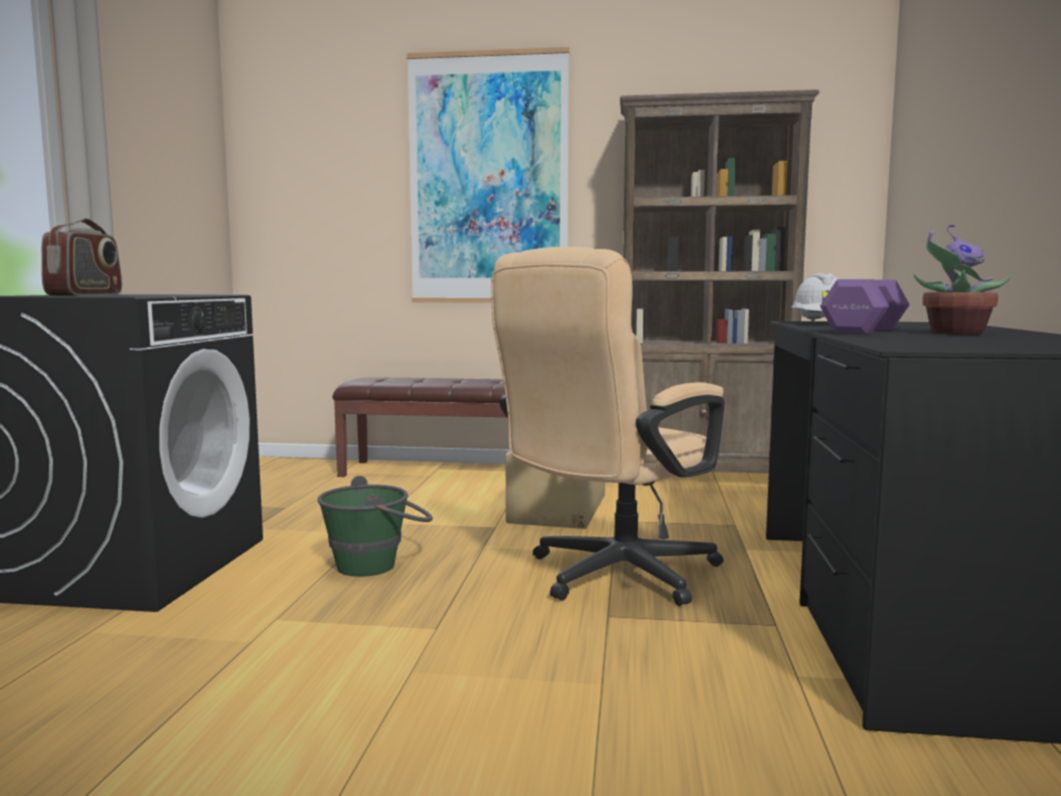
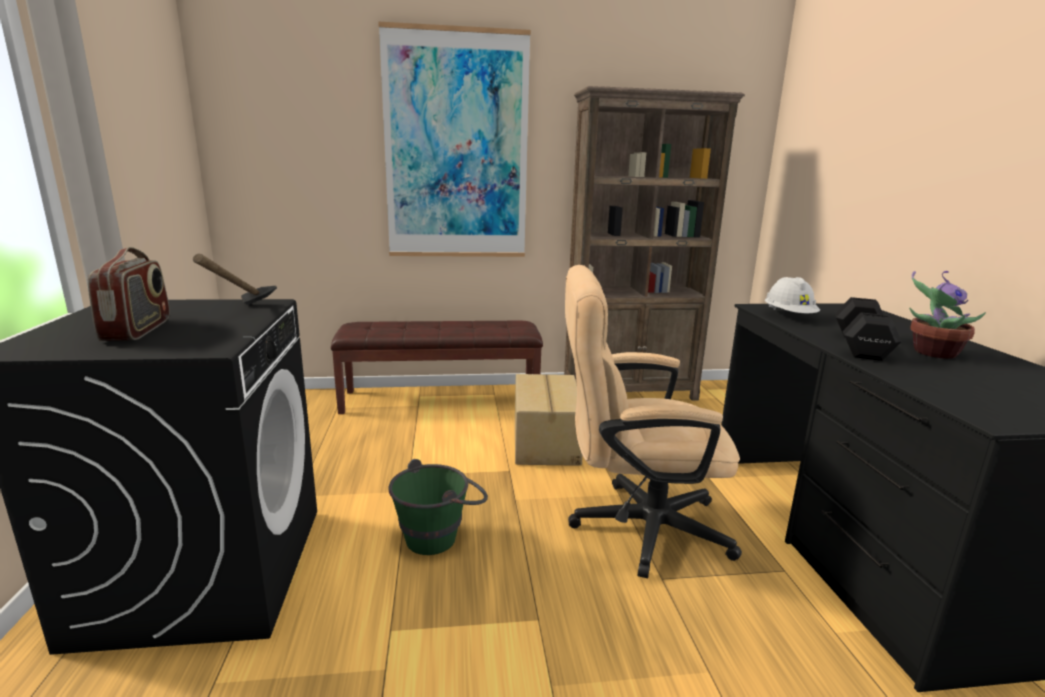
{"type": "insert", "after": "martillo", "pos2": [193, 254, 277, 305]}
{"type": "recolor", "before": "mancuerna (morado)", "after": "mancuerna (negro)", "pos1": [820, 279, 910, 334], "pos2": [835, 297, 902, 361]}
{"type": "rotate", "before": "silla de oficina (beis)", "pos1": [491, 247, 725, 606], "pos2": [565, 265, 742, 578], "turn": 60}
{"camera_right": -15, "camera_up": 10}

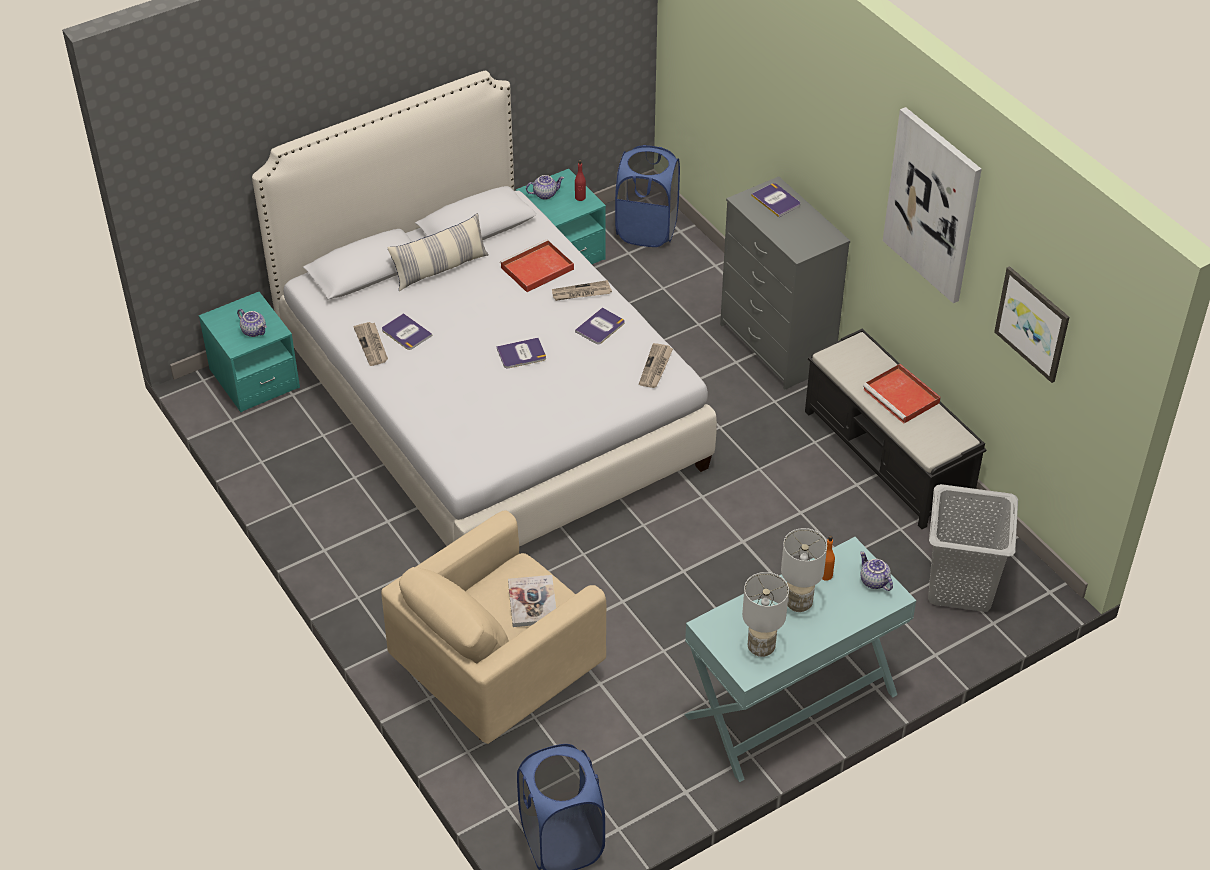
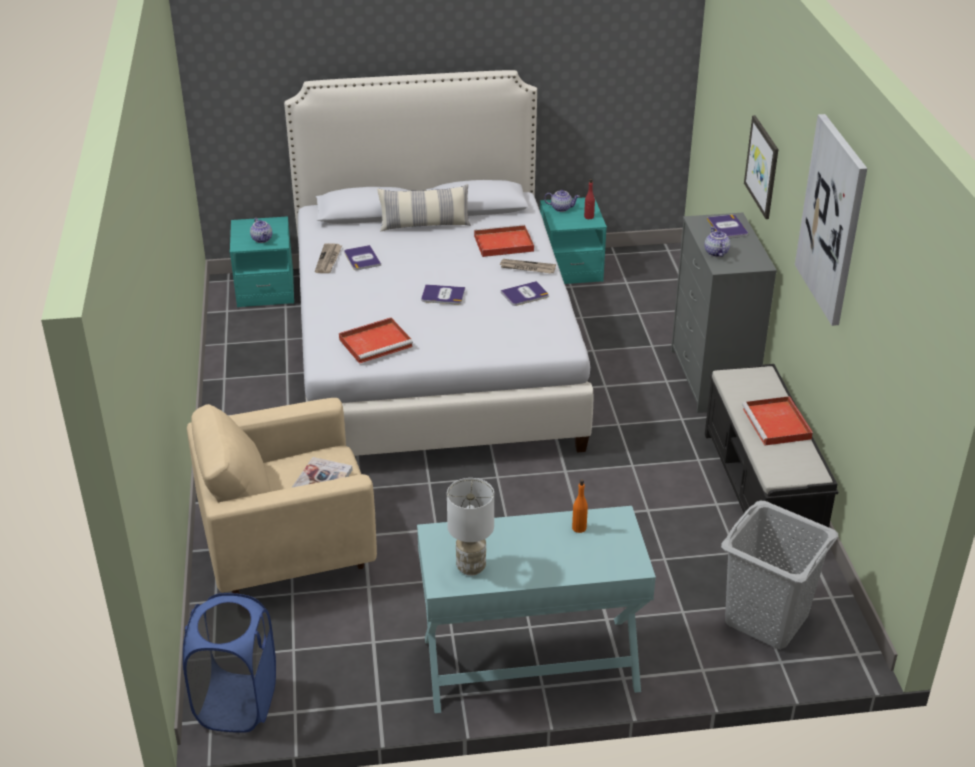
{"type": "delete", "before": "cesto de la ropa (azul)", "pos1": [615, 145, 680, 247]}
{"type": "delete", "before": "periódico", "pos1": [639, 343, 673, 388]}
{"type": "delete", "before": "lámpara de mesa (blanco)", "pos1": [781, 528, 827, 612]}
{"type": "insert", "after": "bandeja (rojo)", "pos2": [339, 317, 413, 364]}
{"type": "move", "before": "tetera", "pos1": [860, 551, 893, 591], "pos2": [704, 227, 730, 257]}
{"type": "move", "before": "cuadro", "pos1": [994, 266, 1069, 383], "pos2": [744, 115, 779, 219]}
{"camera_right": 25, "camera_up": -10}

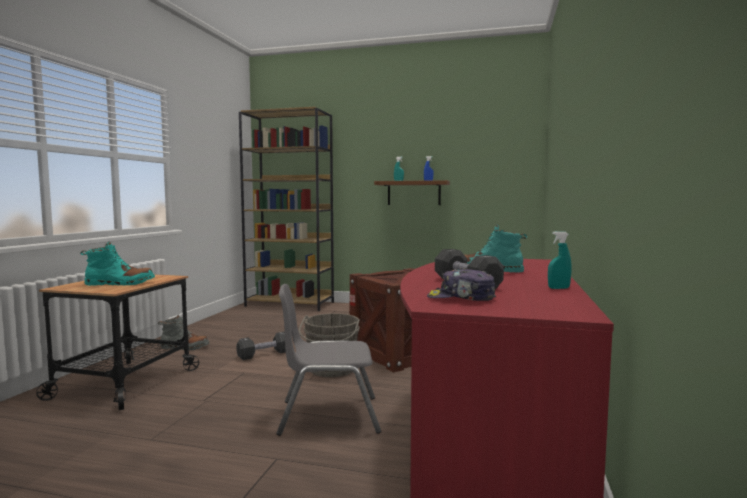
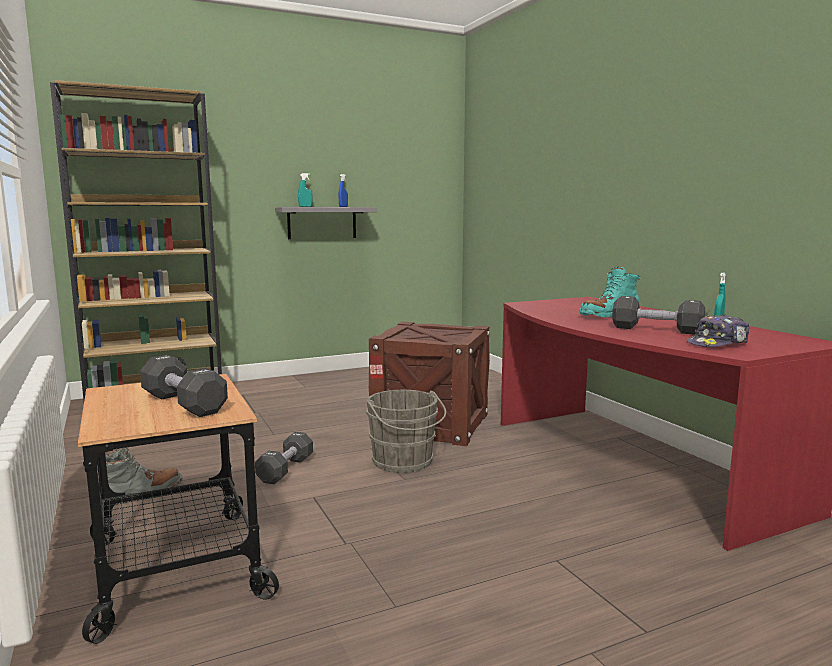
{"type": "delete", "before": "silla (gris)", "pos1": [276, 284, 381, 436]}
{"type": "replace", "before": "bota (turquesa)", "after": "mancuerna (negro)", "pos1": [80, 241, 155, 286], "pos2": [140, 355, 228, 417]}
{"type": "recolor", "before": "estante (marrón)", "after": "estante (gris)", "pos1": [374, 180, 450, 205], "pos2": [275, 207, 377, 239]}
{"camera_right": -40, "camera_up": 5}

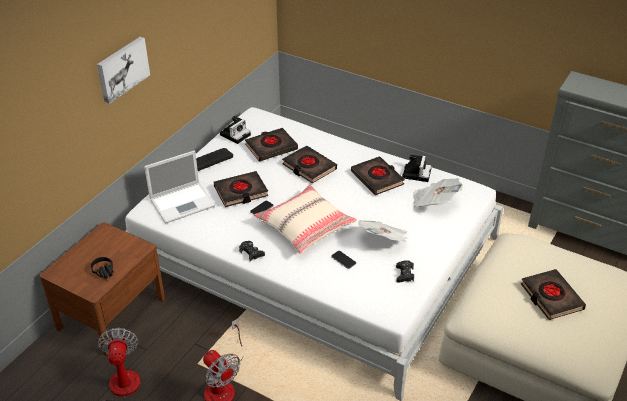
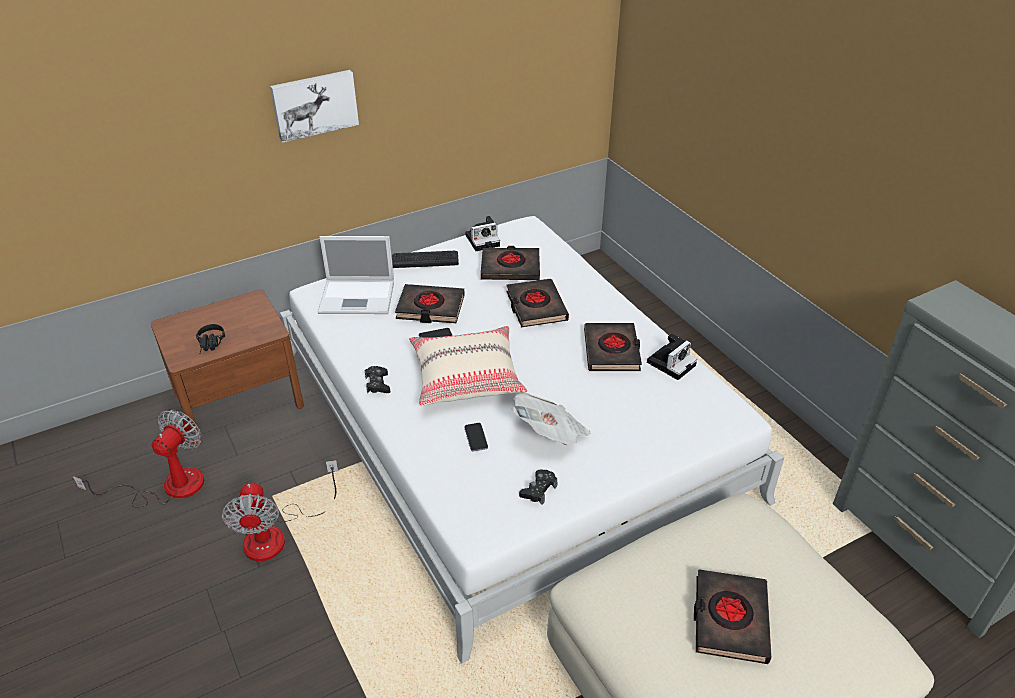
{"type": "delete", "before": "periódico", "pos1": [413, 178, 463, 207]}
{"camera_right": 30, "camera_up": 0}

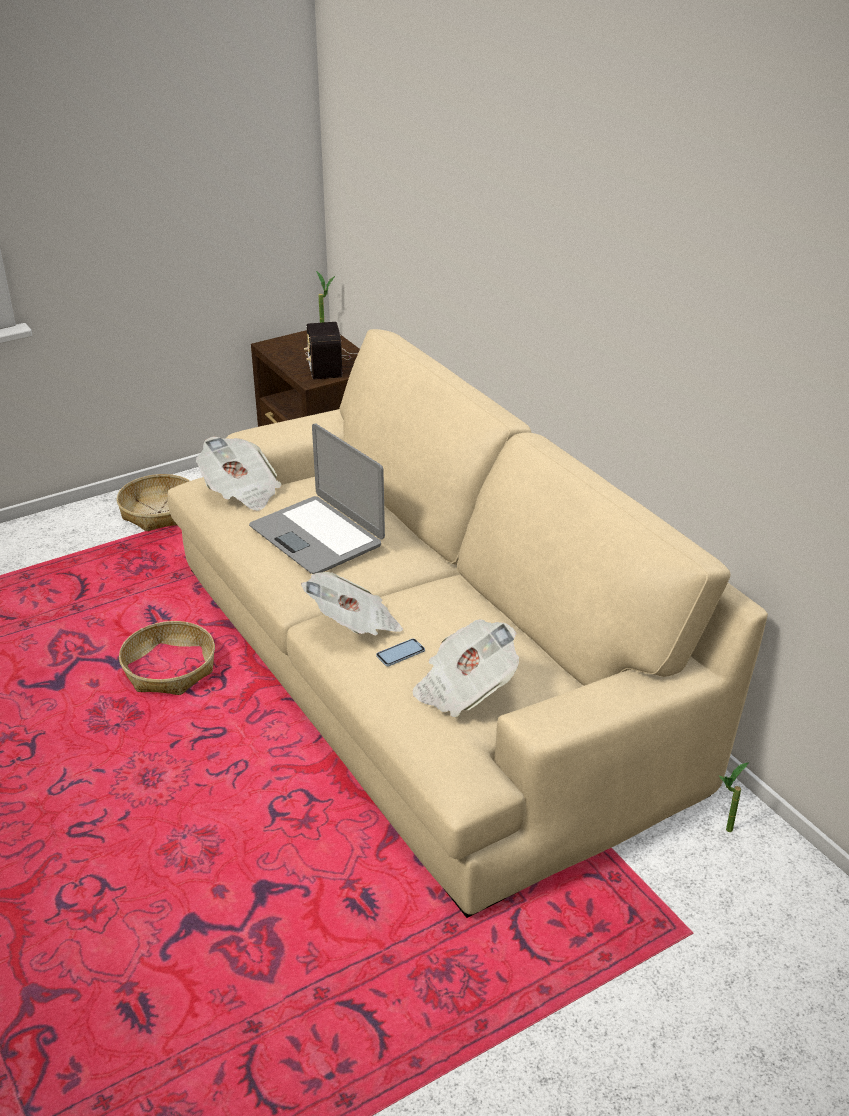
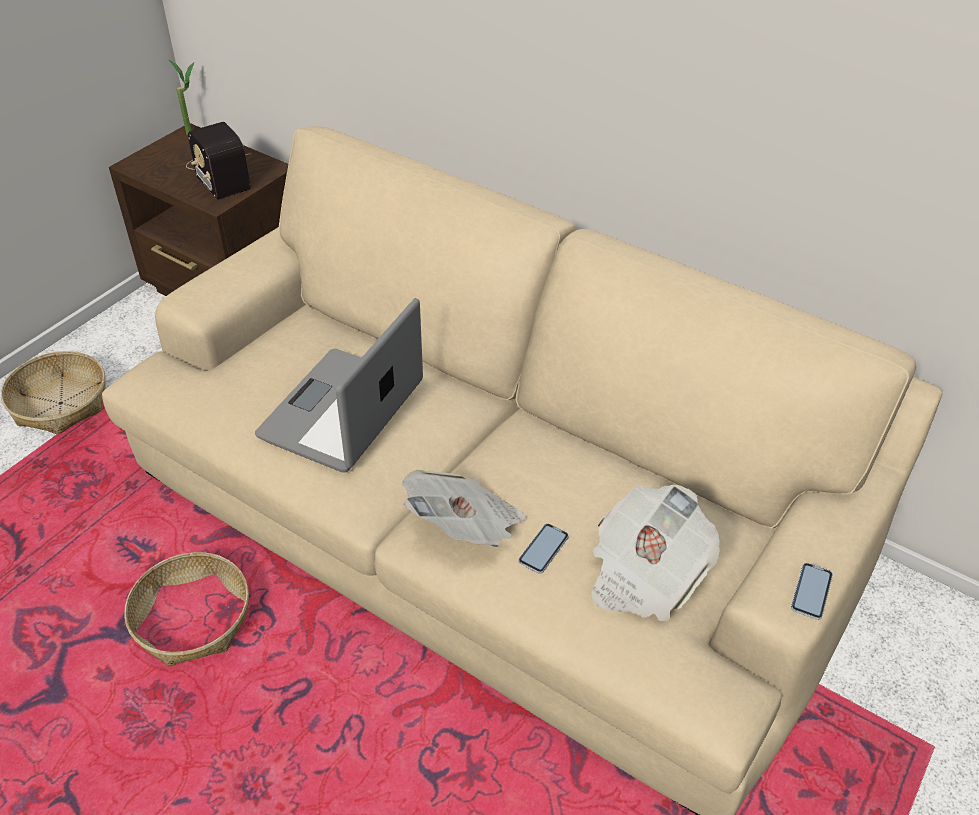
{"type": "delete", "before": "periódico", "pos1": [196, 436, 282, 511]}
{"type": "delete", "before": "planta en maceta", "pos1": [718, 762, 749, 832]}
{"type": "insert", "after": "móvil", "pos2": [791, 563, 833, 620]}
{"type": "rotate", "before": "portátil", "pos1": [249, 423, 385, 574], "pos2": [255, 298, 423, 473], "turn": 90}
{"camera_right": -25, "camera_up": 10}

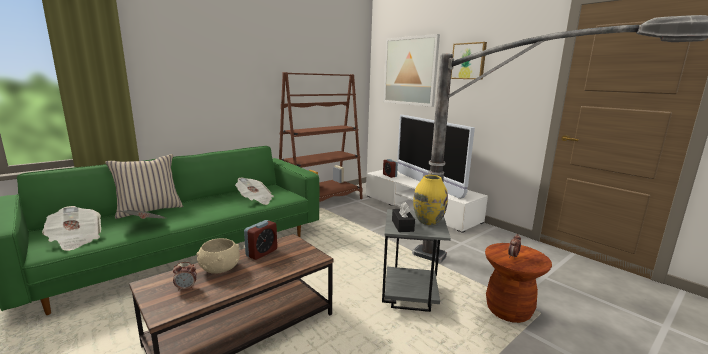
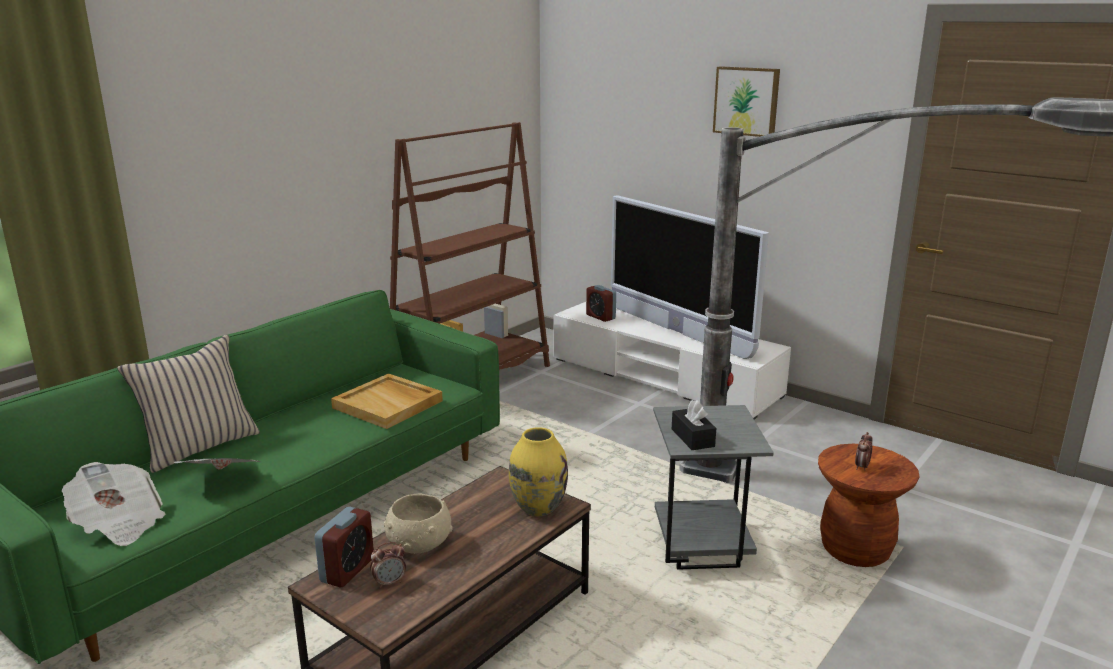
{"type": "delete", "before": "cuadro", "pos1": [383, 34, 440, 107]}
{"type": "move", "before": "despertador", "pos1": [244, 220, 277, 260], "pos2": [314, 507, 374, 588]}
{"type": "move", "before": "florero (amarillo)", "pos1": [413, 175, 448, 225], "pos2": [509, 427, 568, 516]}
{"type": "replace", "before": "periódico", "after": "bandeja (beis)", "pos1": [235, 178, 274, 205], "pos2": [331, 373, 443, 429]}
{"camera_right": -10, "camera_up": 5}

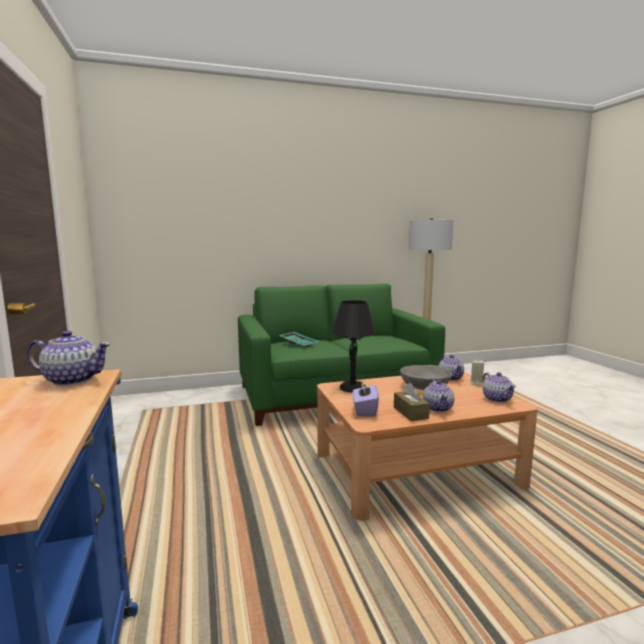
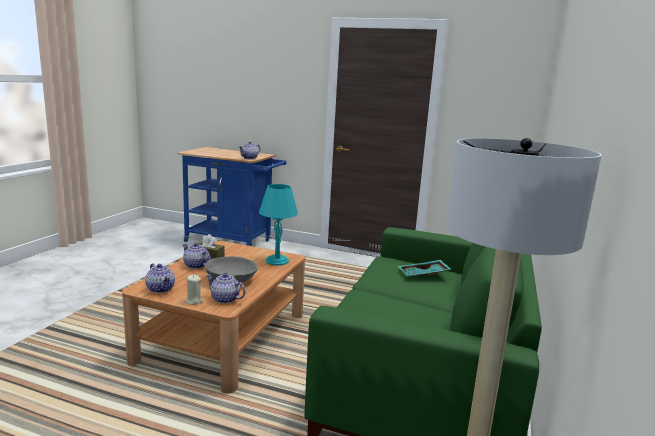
{"type": "delete", "before": "caja de pañuelos (morado)", "pos1": [353, 381, 379, 416]}
{"type": "recolor", "before": "lámpara de mesa (negro)", "after": "lámpara de mesa (turquesa)", "pos1": [332, 300, 376, 393], "pos2": [259, 184, 298, 265]}
{"type": "rotate", "before": "tetera", "pos1": [482, 372, 516, 403], "pos2": [145, 264, 175, 293], "turn": -150}
{"camera_right": 125, "camera_up": 5}

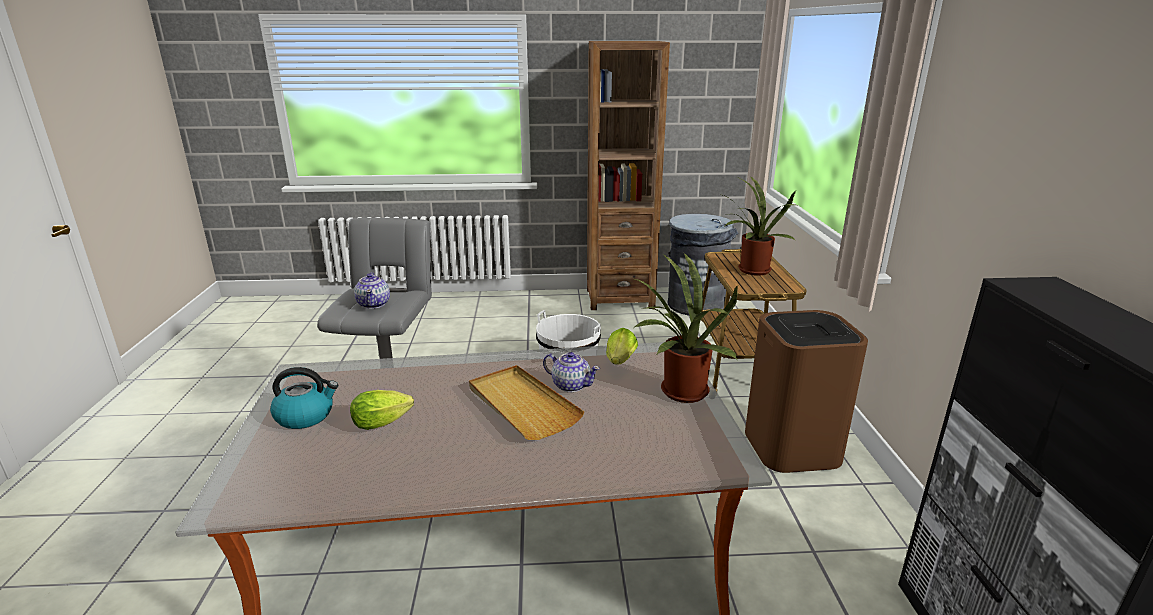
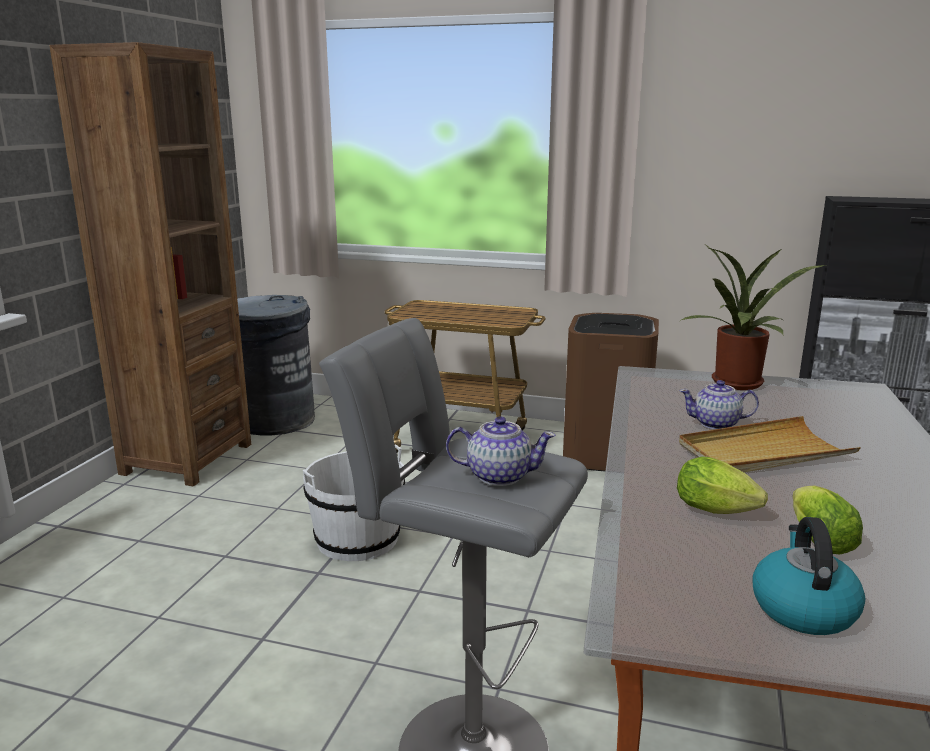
{"type": "delete", "before": "planta en maceta", "pos1": [723, 176, 796, 276]}
{"type": "move", "before": "lechuga", "pos1": [606, 328, 638, 365], "pos2": [677, 456, 768, 514]}
{"type": "rotate", "before": "tetera", "pos1": [543, 352, 600, 392], "pos2": [680, 380, 759, 430], "turn": -135}
{"camera_right": -70, "camera_up": -5}

